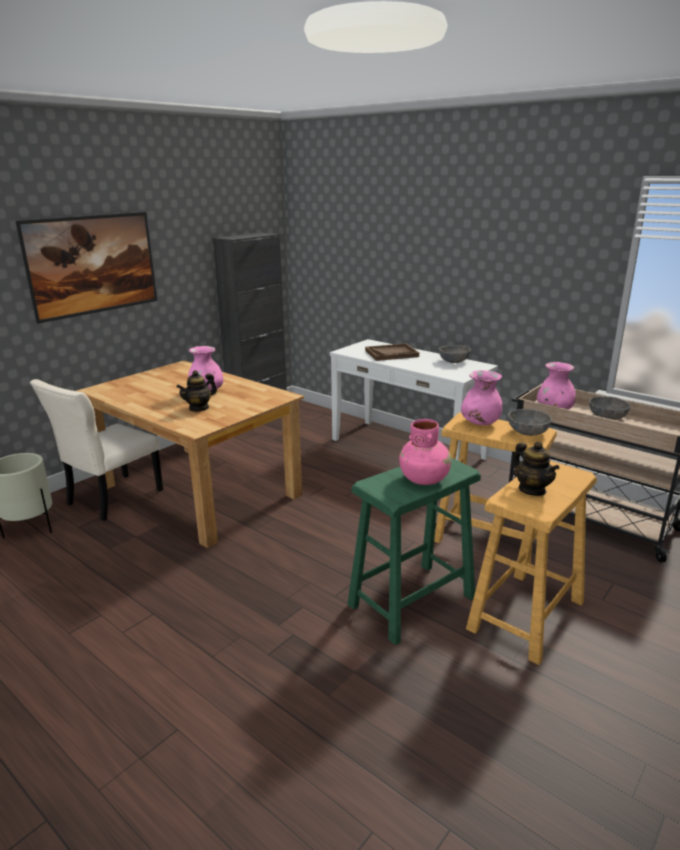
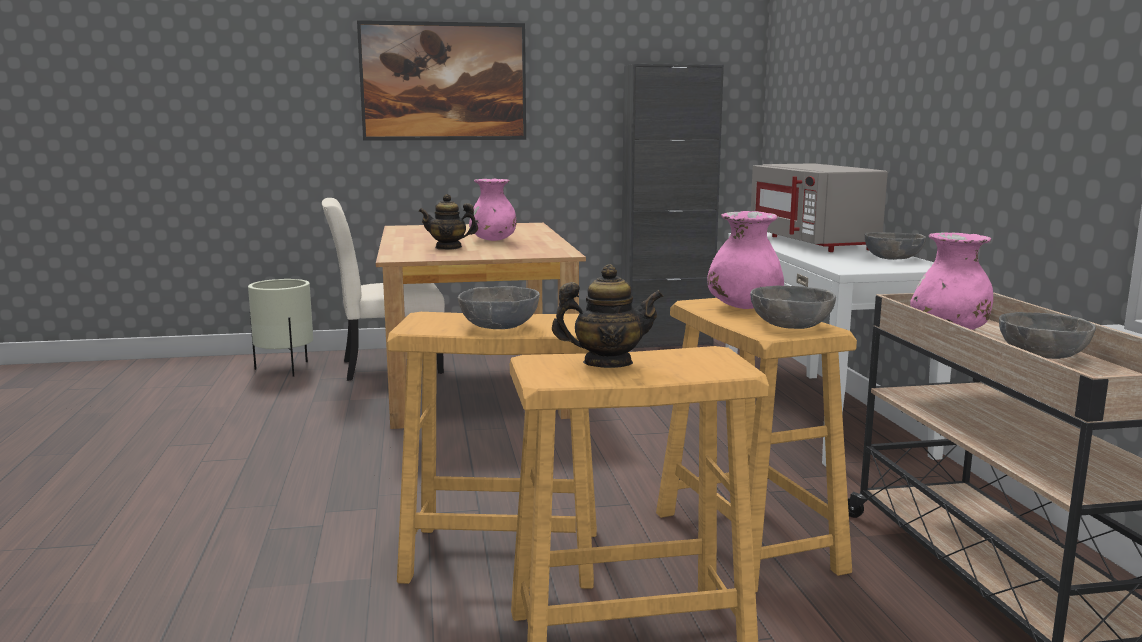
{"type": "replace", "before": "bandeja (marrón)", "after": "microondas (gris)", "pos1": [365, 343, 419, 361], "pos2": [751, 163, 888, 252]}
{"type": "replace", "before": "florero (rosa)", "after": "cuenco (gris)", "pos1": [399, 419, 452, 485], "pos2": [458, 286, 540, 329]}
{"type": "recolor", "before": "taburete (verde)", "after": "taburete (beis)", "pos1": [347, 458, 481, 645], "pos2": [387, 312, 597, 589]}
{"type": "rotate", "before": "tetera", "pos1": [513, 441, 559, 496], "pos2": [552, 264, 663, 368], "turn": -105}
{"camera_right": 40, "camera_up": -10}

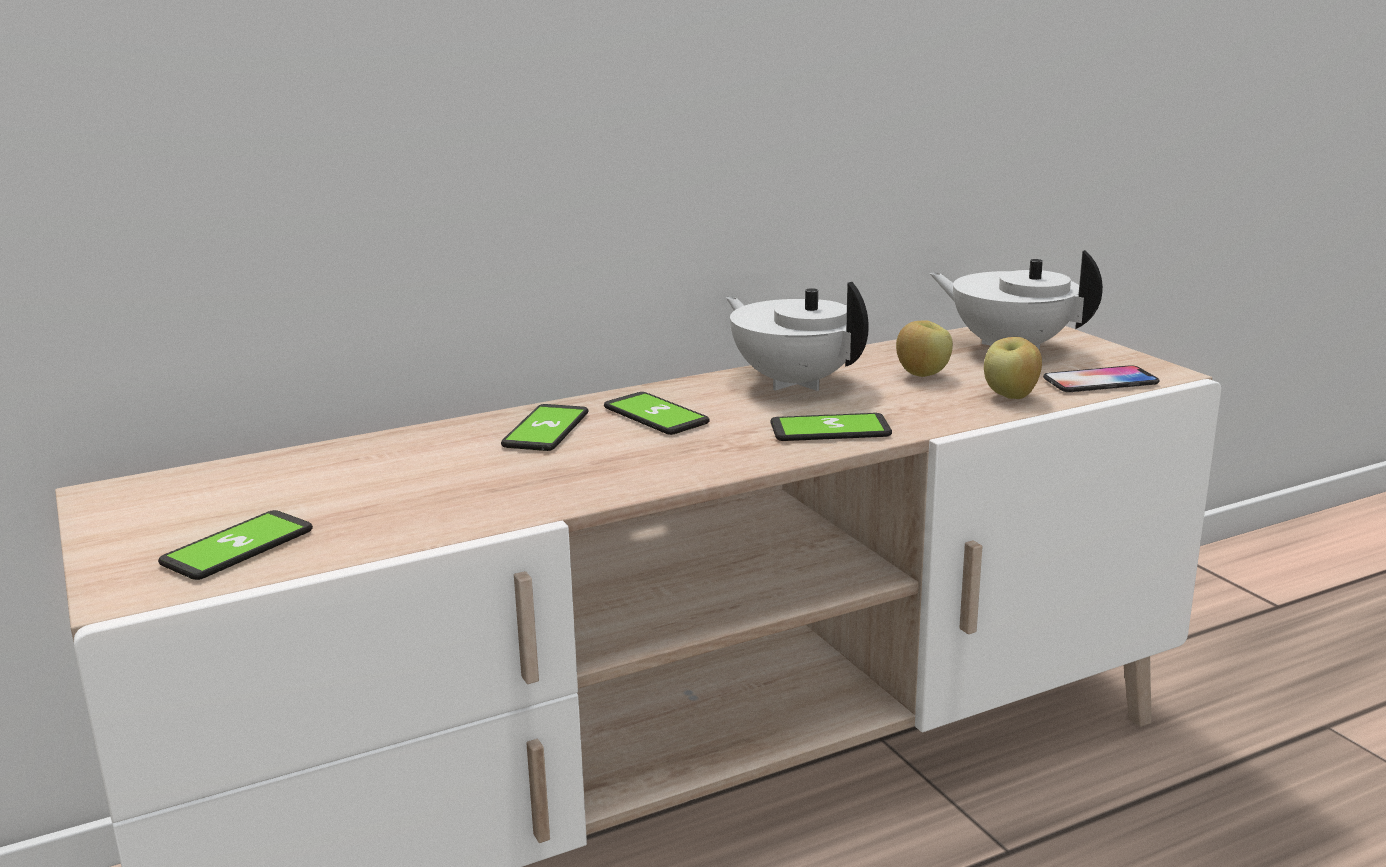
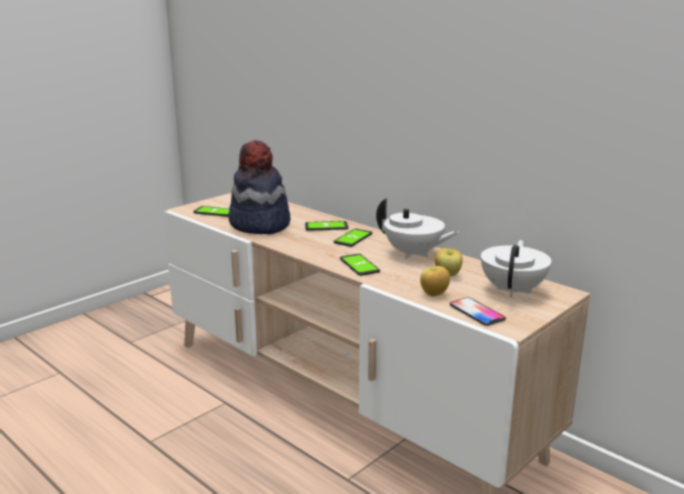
{"type": "insert", "after": "sombrero", "pos2": [229, 140, 290, 234]}
{"type": "rotate", "before": "tetera (blanco)", "pos1": [726, 282, 869, 391], "pos2": [376, 198, 459, 259], "turn": 90}
{"camera_right": 70, "camera_up": 0}

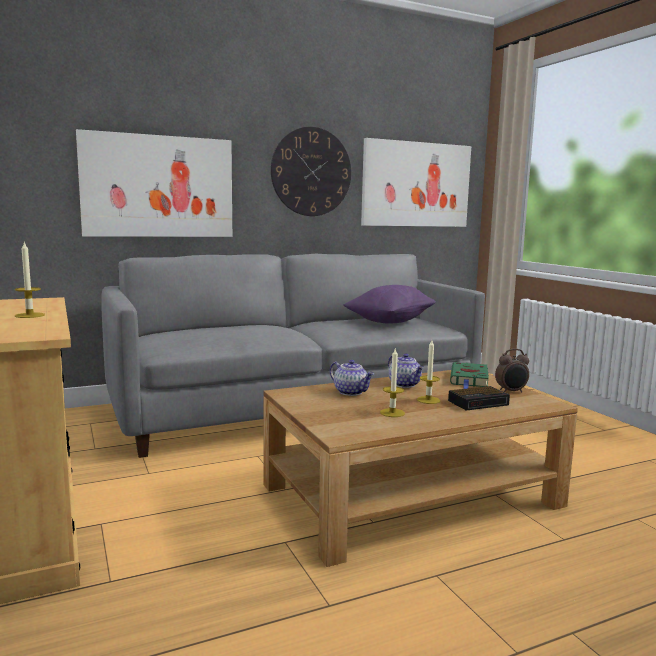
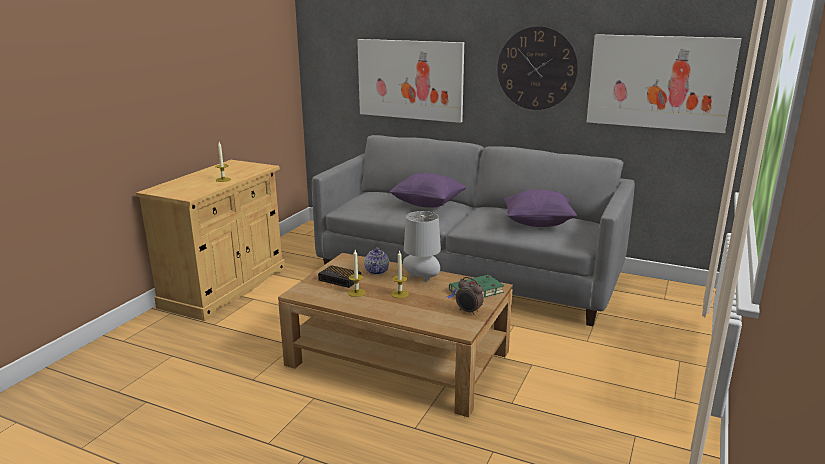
{"type": "insert", "after": "cojín (morado)", "pos2": [389, 173, 467, 208]}
{"type": "move", "before": "despertador", "pos1": [448, 386, 510, 411], "pos2": [318, 265, 361, 288]}
{"type": "replace", "before": "tetera", "after": "lámpara de mesa (gris)", "pos1": [388, 353, 424, 388], "pos2": [403, 211, 441, 282]}
{"camera_right": 50, "camera_up": 10}

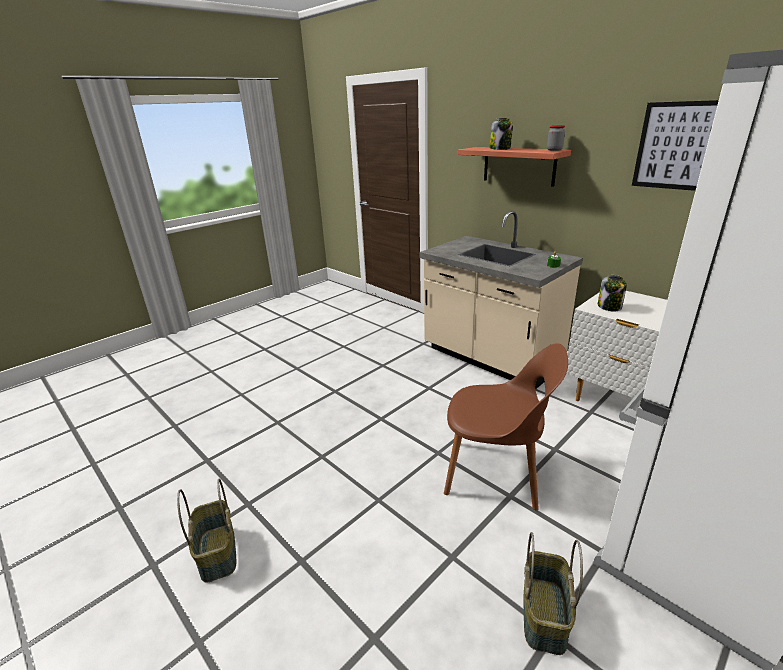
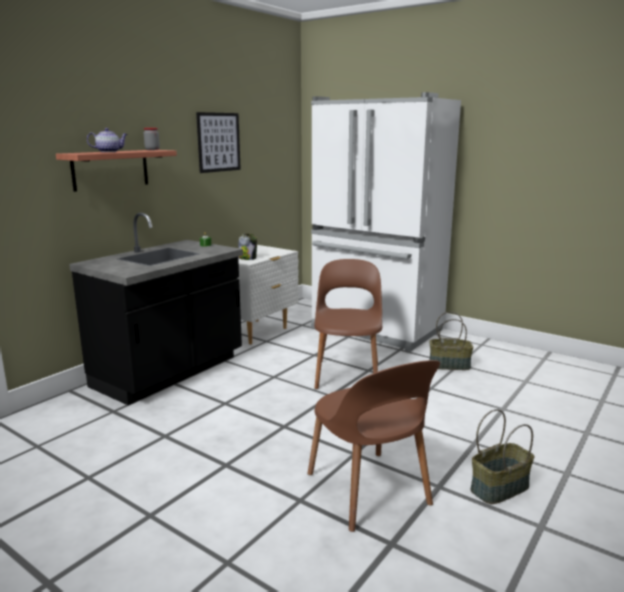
{"type": "insert", "after": "silla (marrón)", "pos2": [307, 360, 440, 532]}
{"type": "replace", "before": "tarro", "after": "tetera", "pos1": [489, 118, 513, 150], "pos2": [87, 128, 128, 152]}
{"type": "recolor", "before": "mueble bajo de cocina (beis)", "after": "mueble bajo de cocina (negro)", "pos1": [419, 211, 583, 390], "pos2": [69, 212, 243, 405]}
{"camera_right": -100, "camera_up": -10}

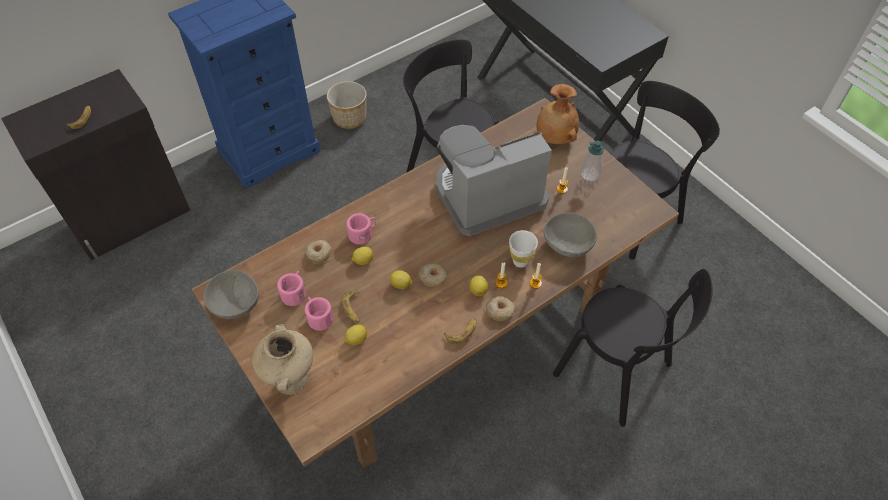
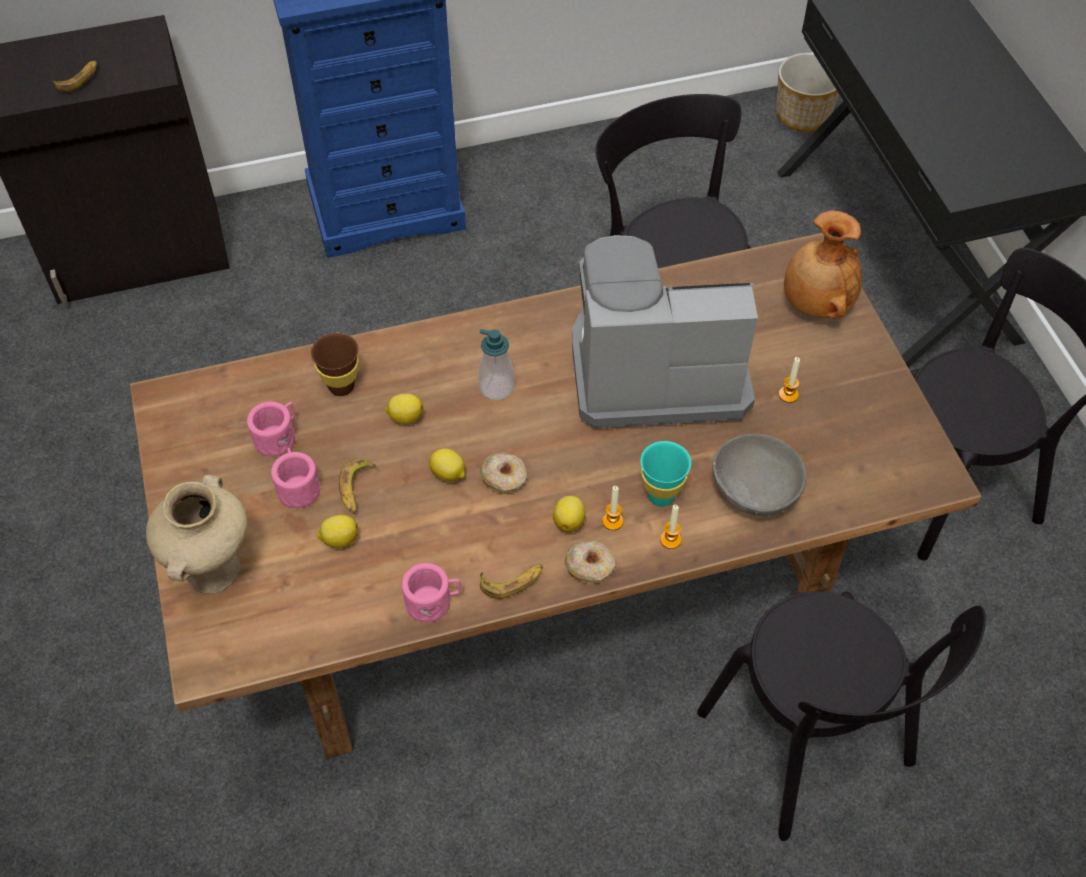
{"type": "delete", "before": "cuenco (gris)", "pos1": [203, 270, 259, 319]}
{"type": "move", "before": "maceta", "pos1": [327, 81, 367, 129], "pos2": [776, 53, 839, 132]}
{"type": "move", "before": "taza grande (rosa)", "pos1": [346, 213, 376, 245], "pos2": [402, 563, 461, 622]}
{"type": "move", "before": "dispensador de jabón", "pos1": [581, 141, 604, 181], "pos2": [478, 329, 515, 400]}
{"type": "replace", "before": "rosquilla", "after": "taza (marrón)", "pos1": [306, 240, 331, 264], "pos2": [311, 332, 359, 396]}
{"type": "recolor", "before": "taza (blanco)", "after": "taza (turquesa)", "pos1": [509, 230, 538, 268], "pos2": [641, 441, 691, 506]}
{"camera_right": 20, "camera_up": 0}

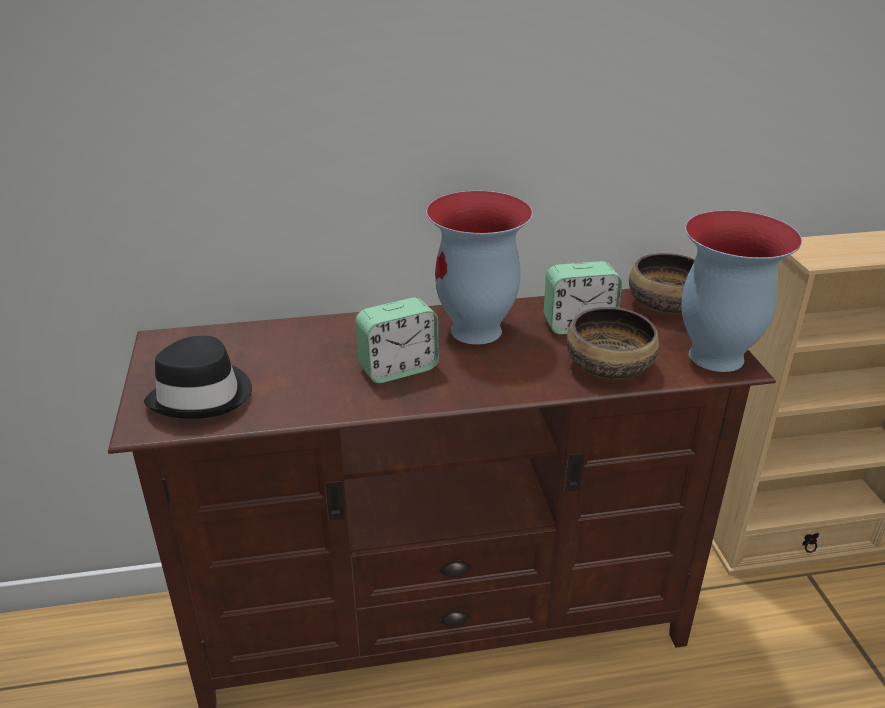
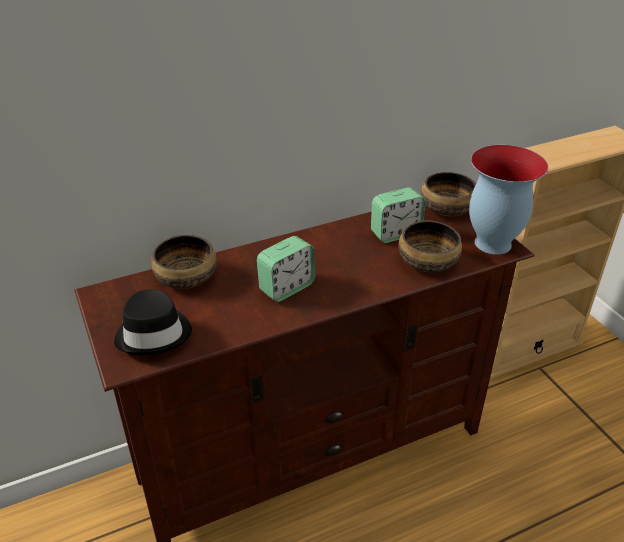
{"type": "delete", "before": "florero", "pos1": [426, 191, 533, 345]}
{"type": "insert", "after": "cuenco", "pos2": [151, 235, 217, 289]}
{"camera_right": -15, "camera_up": 5}

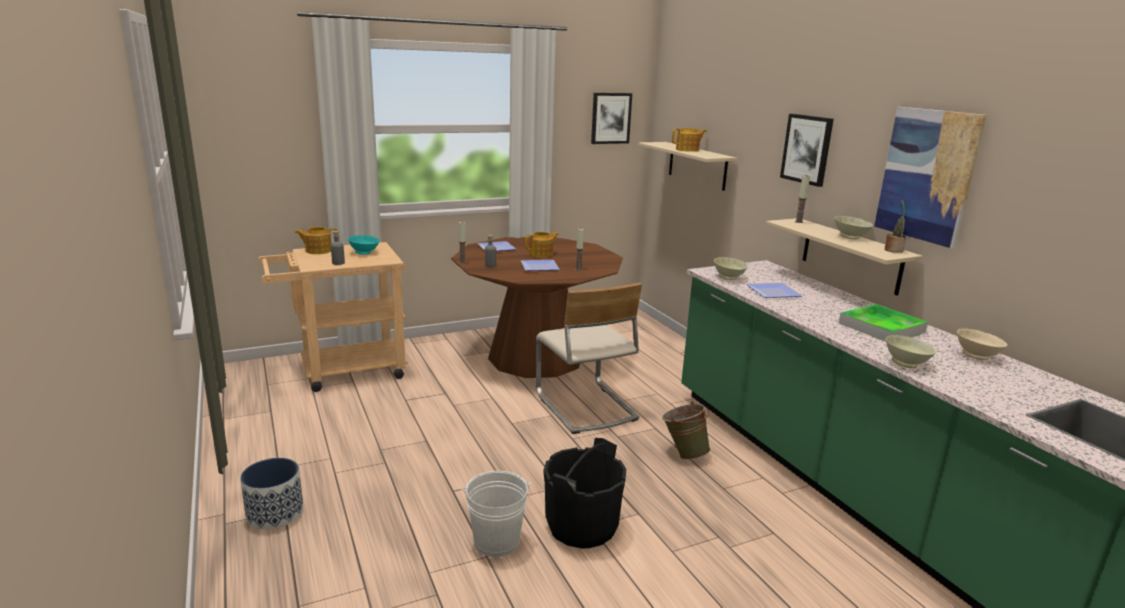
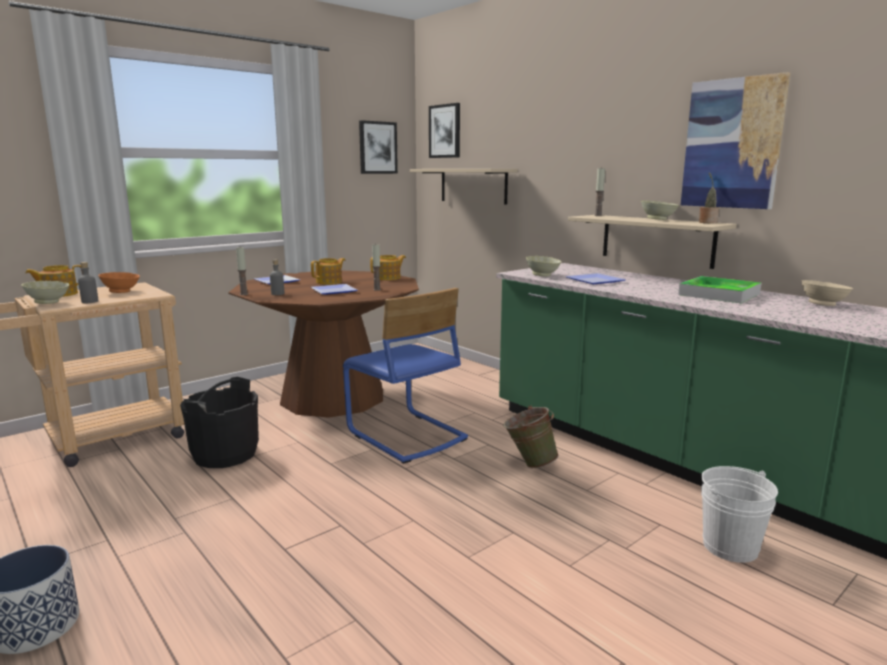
{"type": "move", "before": "cubo (blanco)", "pos1": [461, 471, 531, 557], "pos2": [701, 466, 778, 563]}
{"type": "move", "before": "cubo (negro)", "pos1": [544, 438, 626, 548], "pos2": [180, 377, 259, 468]}
{"type": "move", "before": "tetera", "pos1": [672, 128, 707, 152], "pos2": [370, 255, 406, 280]}
{"type": "move", "before": "cuadro", "pos1": [780, 114, 834, 187], "pos2": [429, 103, 460, 158]}
{"type": "move", "before": "cuenco (beis)", "pos1": [886, 335, 936, 368], "pos2": [21, 281, 69, 304]}
{"type": "recolor", "before": "cuenco (turquesa)", "after": "cuenco (naranja)", "pos1": [348, 235, 380, 255], "pos2": [98, 272, 140, 293]}
{"type": "recolor", "before": "silla (beis)", "after": "silla (azul)", "pos1": [536, 283, 642, 434], "pos2": [343, 288, 468, 464]}
{"camera_right": -15, "camera_up": -5}

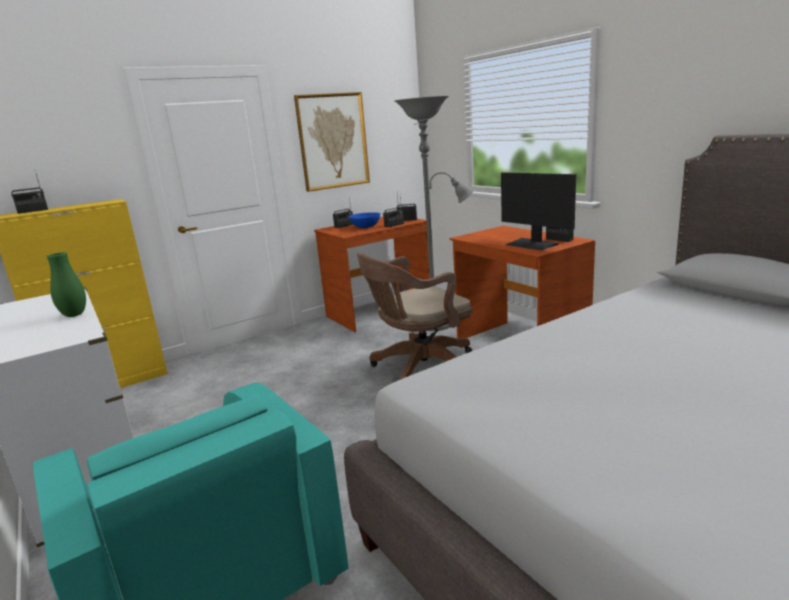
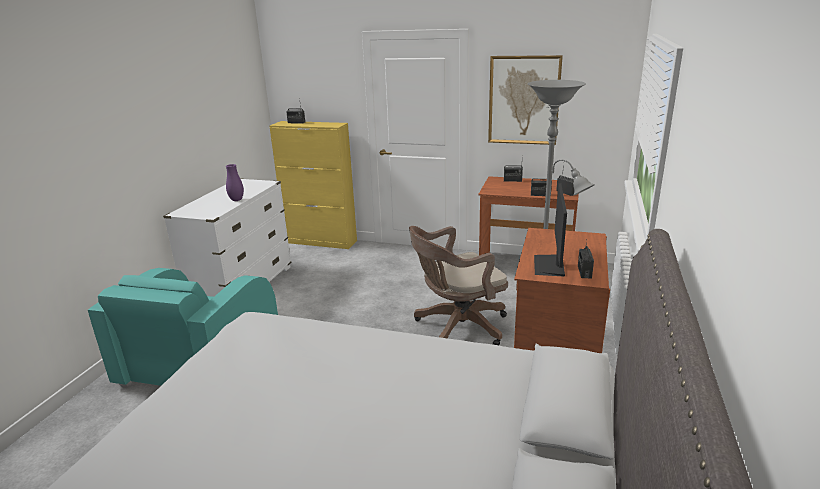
{"type": "delete", "before": "cuenco (azul)", "pos1": [349, 212, 381, 228]}
{"type": "recolor", "before": "florero (verde)", "after": "florero (morado)", "pos1": [47, 252, 86, 317], "pos2": [226, 164, 244, 201]}
{"type": "rotate", "before": "silla de oficina (marrón)", "pos1": [357, 253, 473, 380], "pos2": [409, 226, 508, 345], "turn": -45}
{"camera_right": 50, "camera_up": 5}

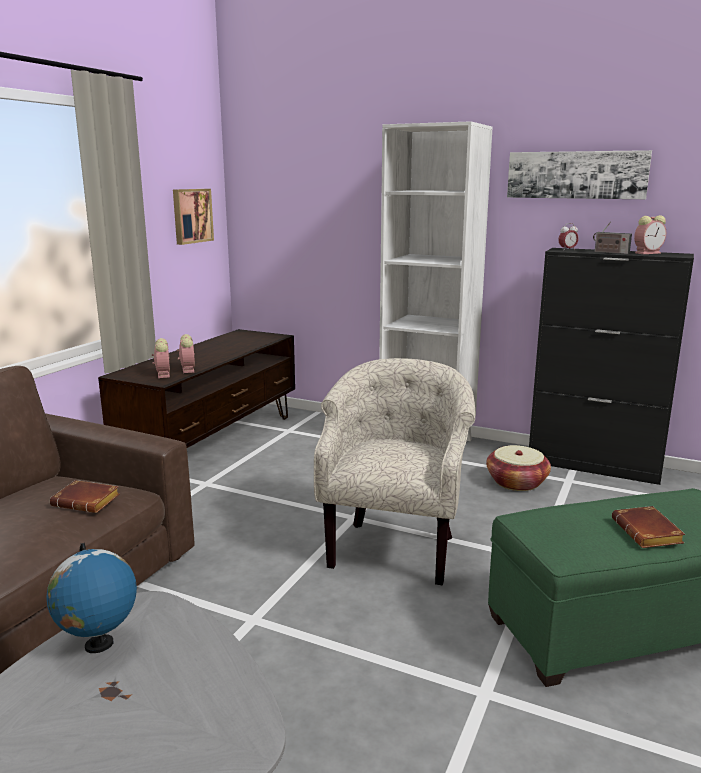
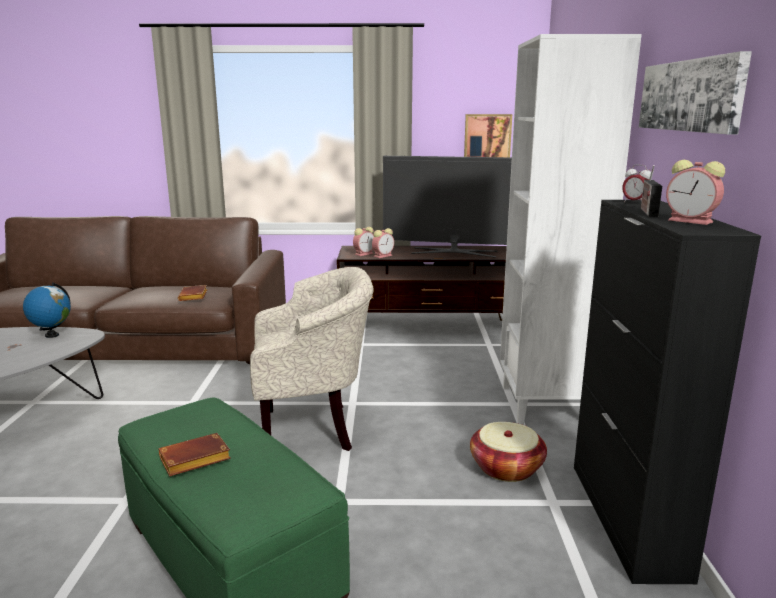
{"type": "insert", "after": "televisor", "pos2": [383, 156, 512, 258]}
{"camera_right": 65, "camera_up": 0}

